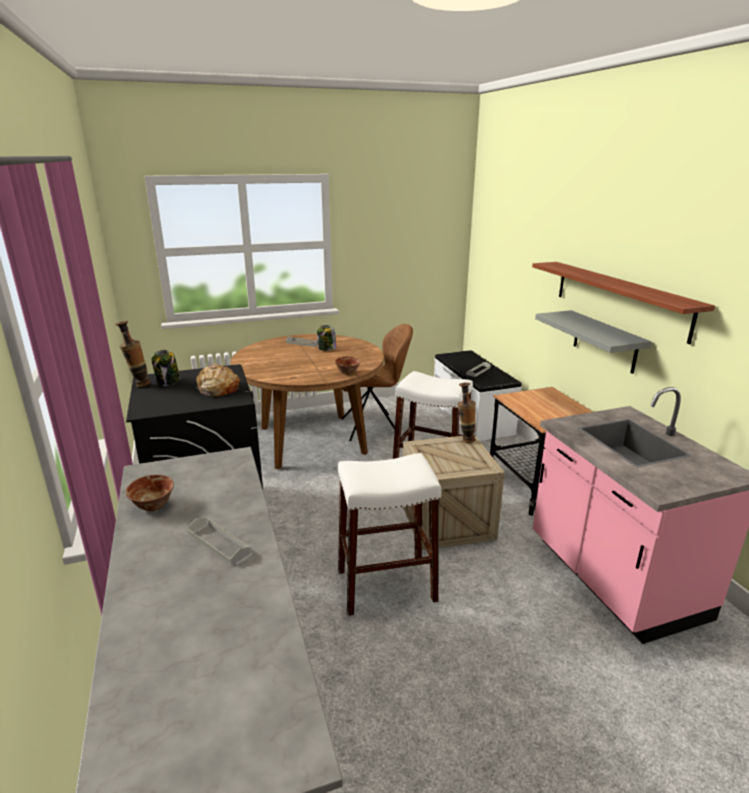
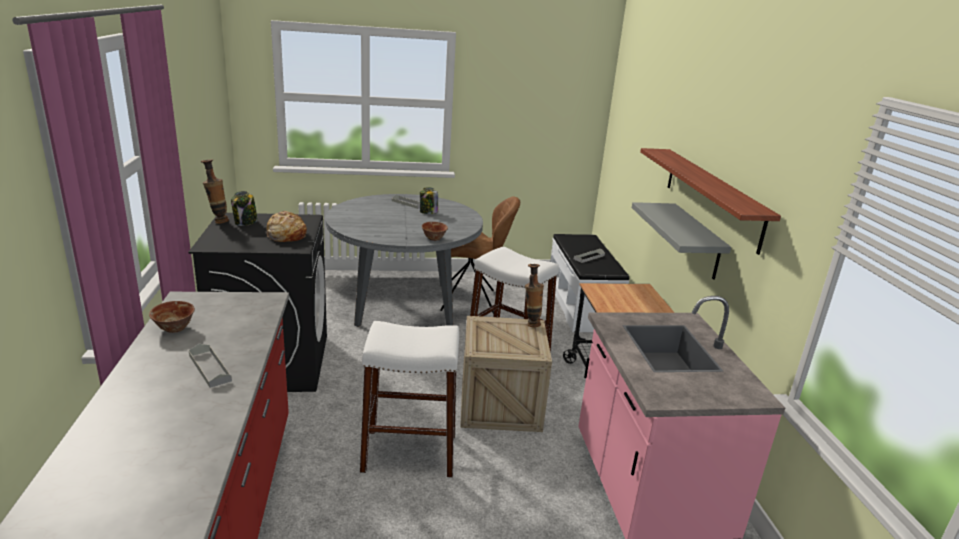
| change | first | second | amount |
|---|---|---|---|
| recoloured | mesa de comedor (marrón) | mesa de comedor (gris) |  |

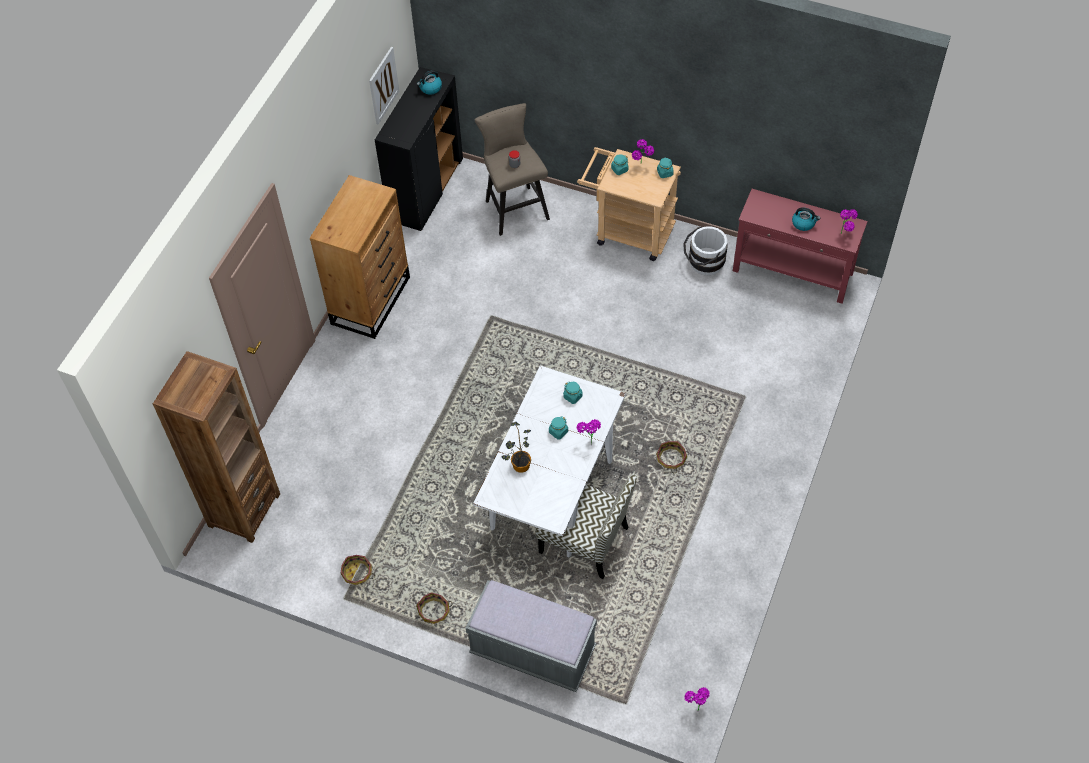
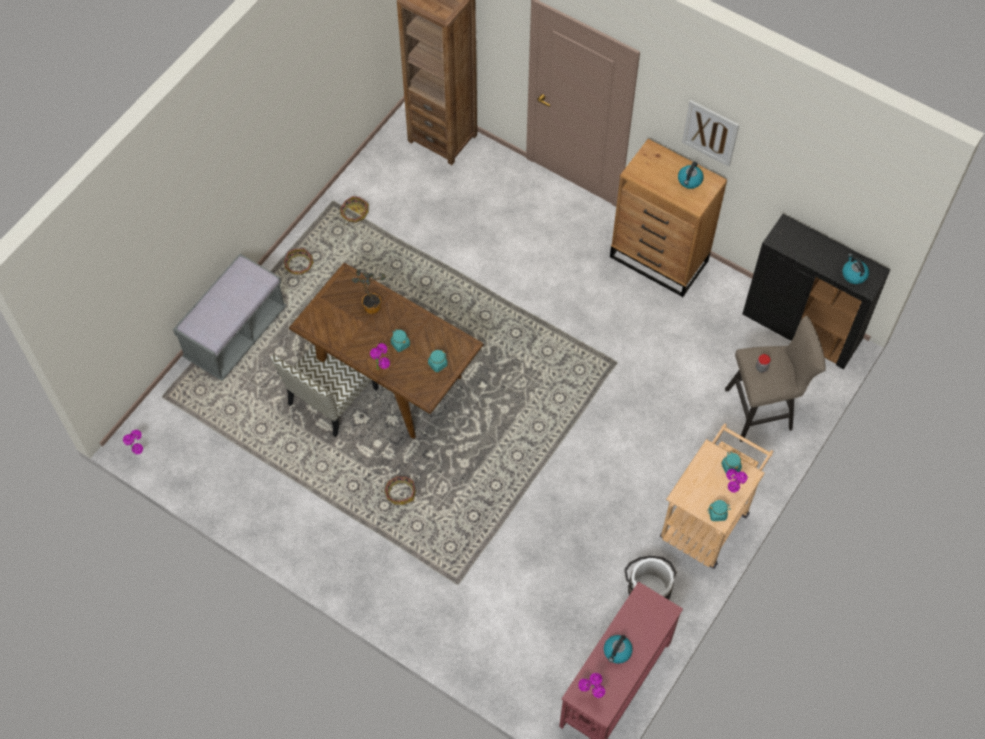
| change | first | second | amount |
|---|---|---|---|
| added |  | hervidor (2nd from left) |  |
| moved | cuadro |  |  |
| recoloured | mesa de comedor (blanco) | mesa de comedor (marrón) |  |

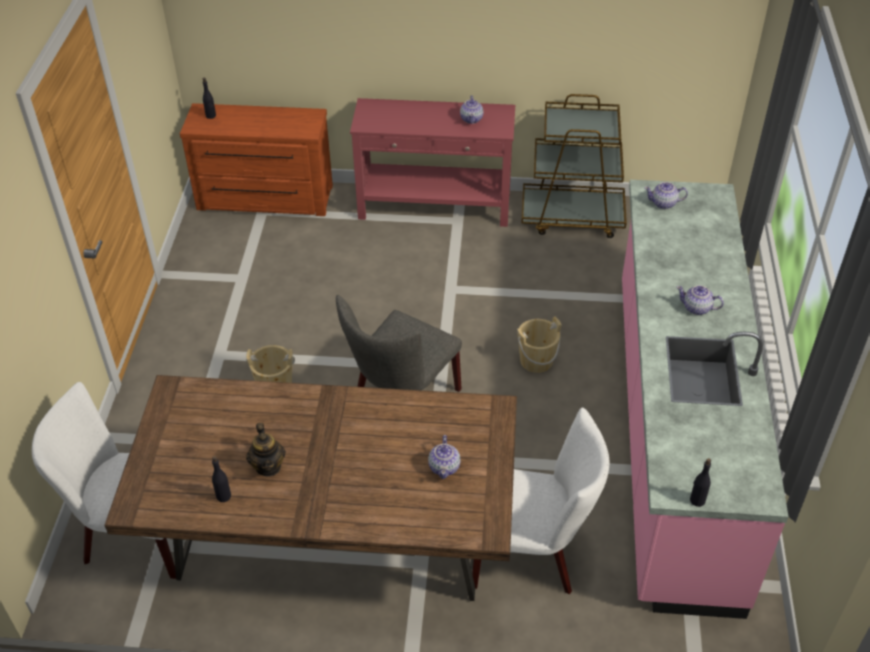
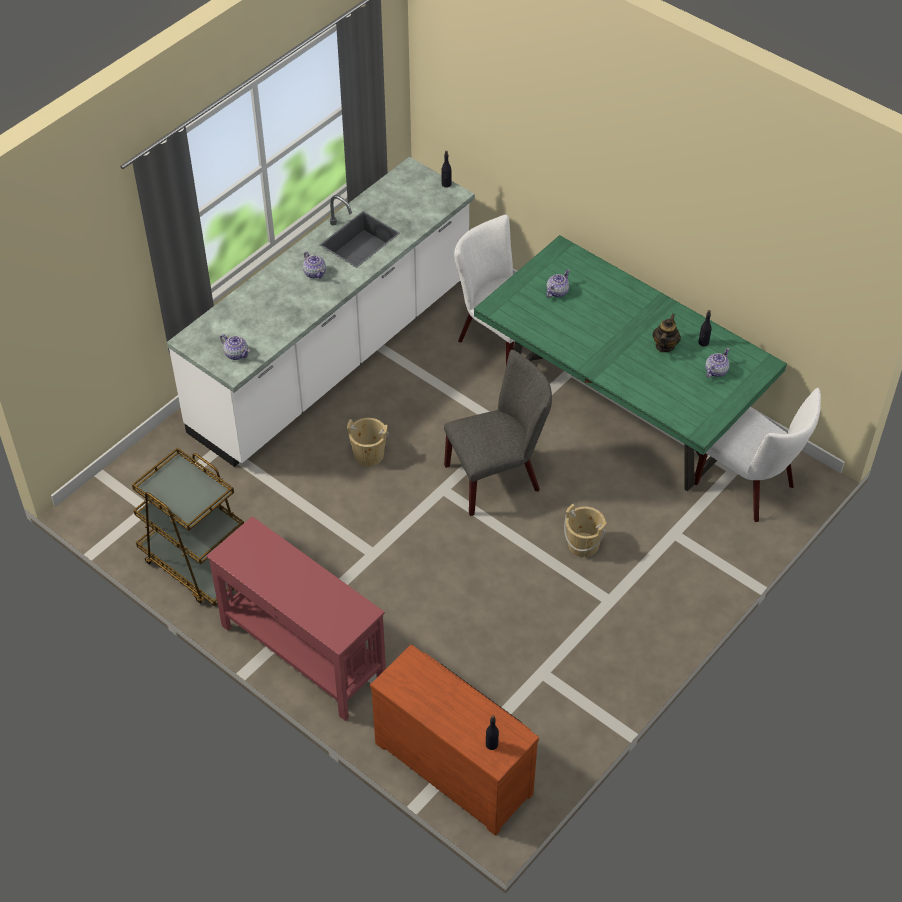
| change | first | second | amount |
|---|---|---|---|
| moved | tetera (3rd from left in the first image) | tetera (5th from left) |  |
| recoloured | mesa de comedor (marrón) | mesa de comedor (verde) |  |
| recoloured | mueble bajo de cocina (rosa) | mueble bajo de cocina (blanco) |  |

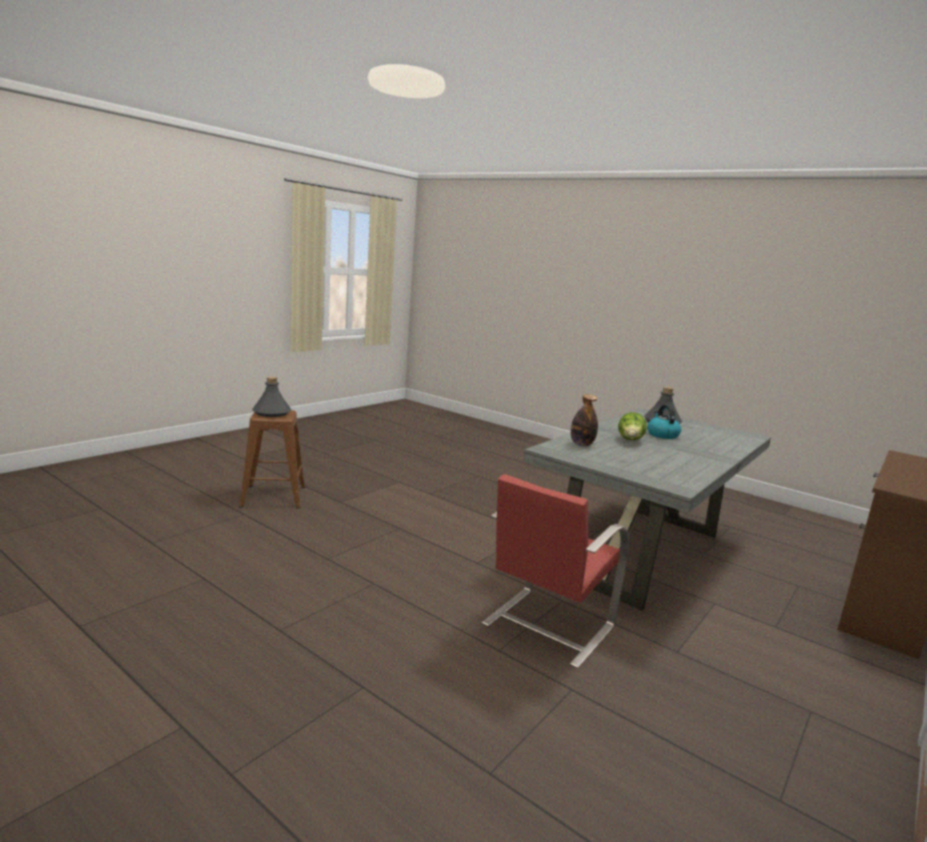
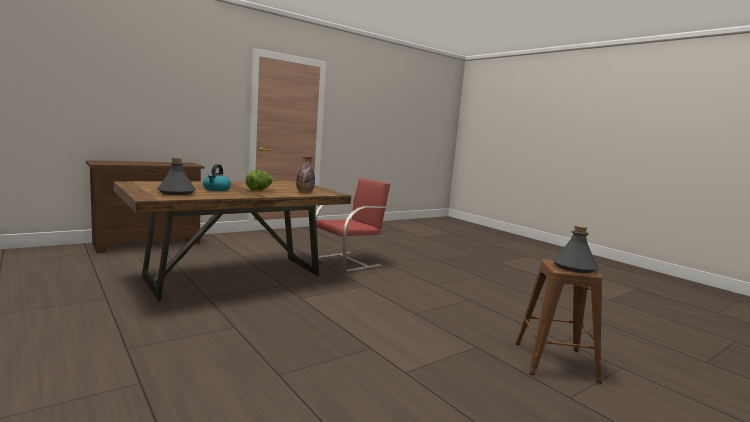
| change | first | second | amount |
|---|---|---|---|
| recoloured | mesa de comedor (gris) | mesa de comedor (marrón) |  |

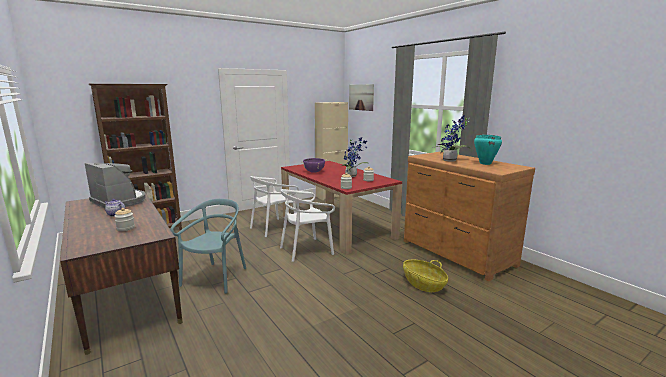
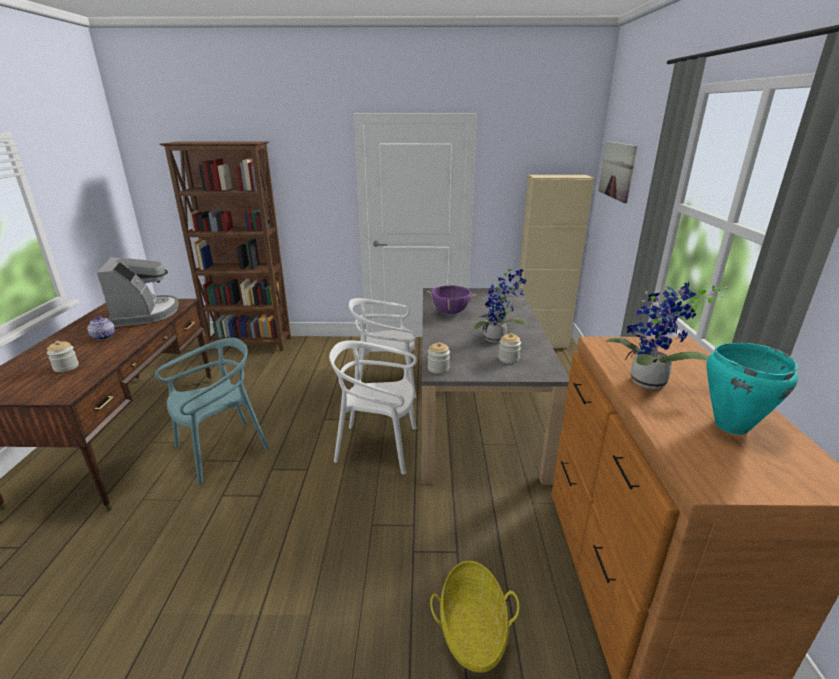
| change | first | second | amount |
|---|---|---|---|
| recoloured | mesa de comedor (rojo) | mesa de comedor (gris) |  |

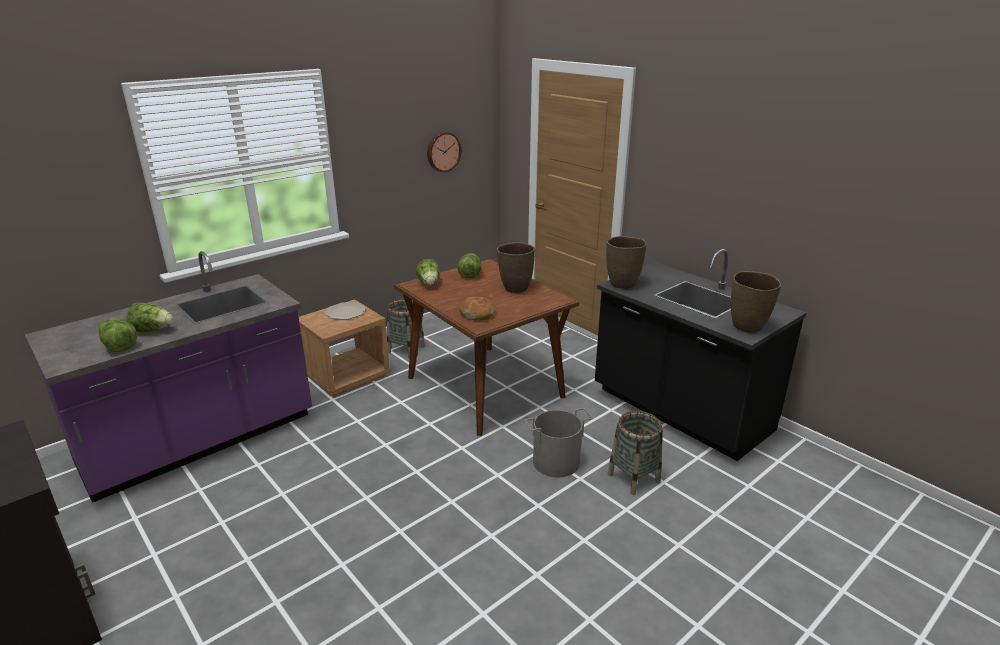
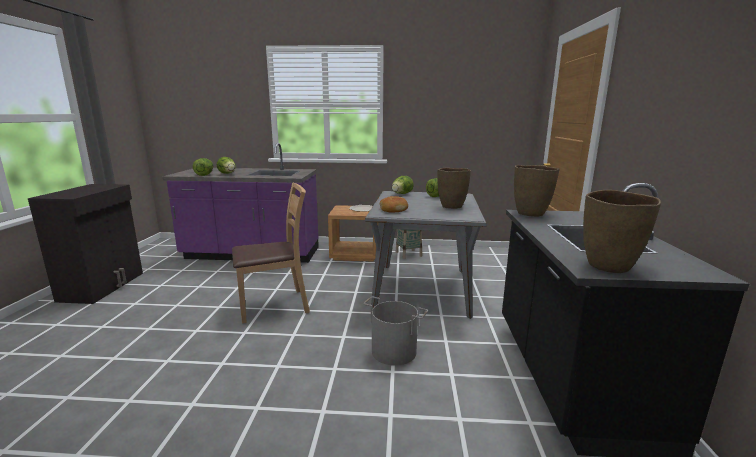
| change | first | second | amount |
|---|---|---|---|
| removed | reloj de pared |  |  |
| removed | cesta (2nd from left) |  |  |
| added |  | silla (marrón) |  |
| recoloured | mesa de comedor (marrón) | mesa de comedor (gris) |  |

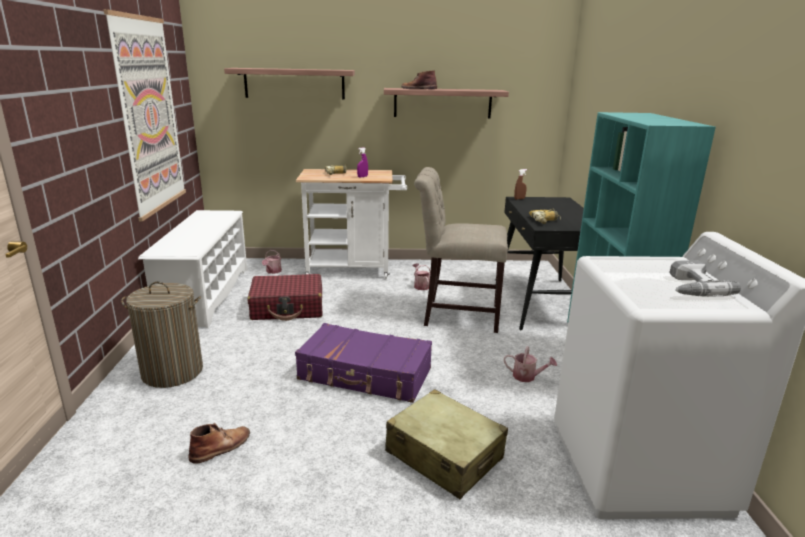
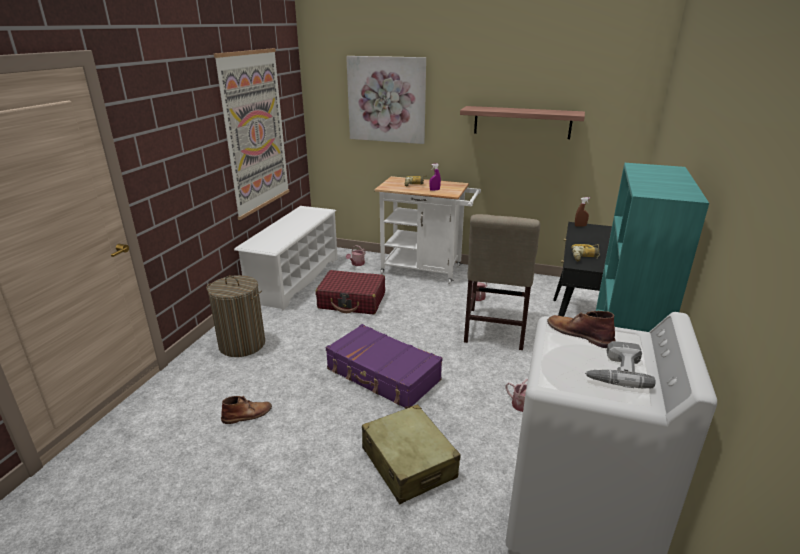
| change | first | second | amount |
|---|---|---|---|
| moved | bota (marrón) (2nd from left) |  |  |
| replaced | estante (1st from left) | cuadro (2nd from left) |  |
| turned | silla (beis) |  | 105 degrees counterclockwise |

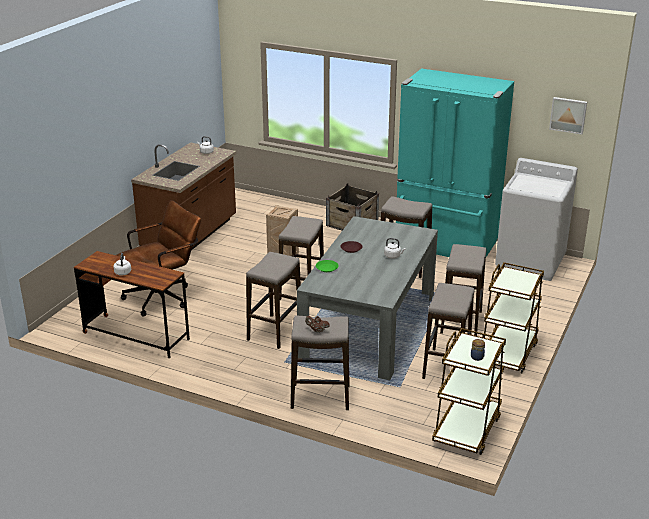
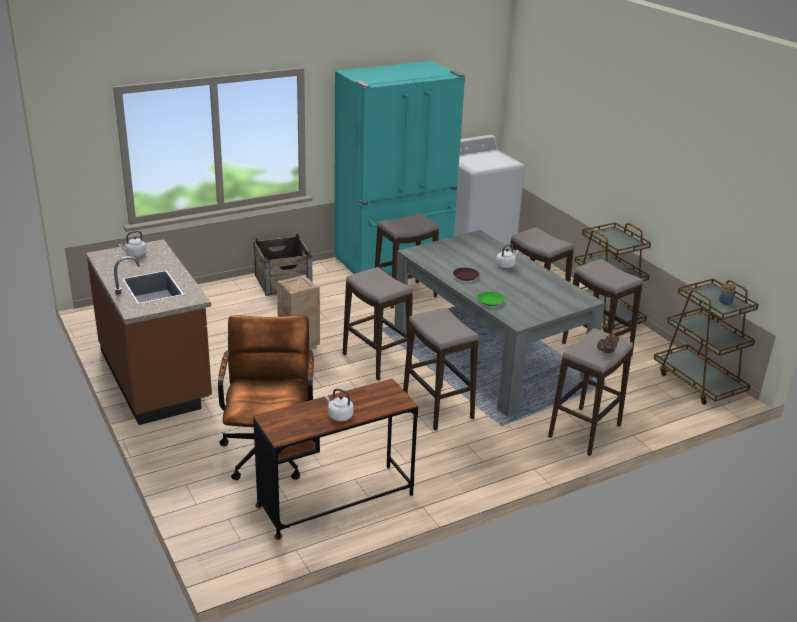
| change | first | second | amount |
|---|---|---|---|
| removed | cuadro |  |  |

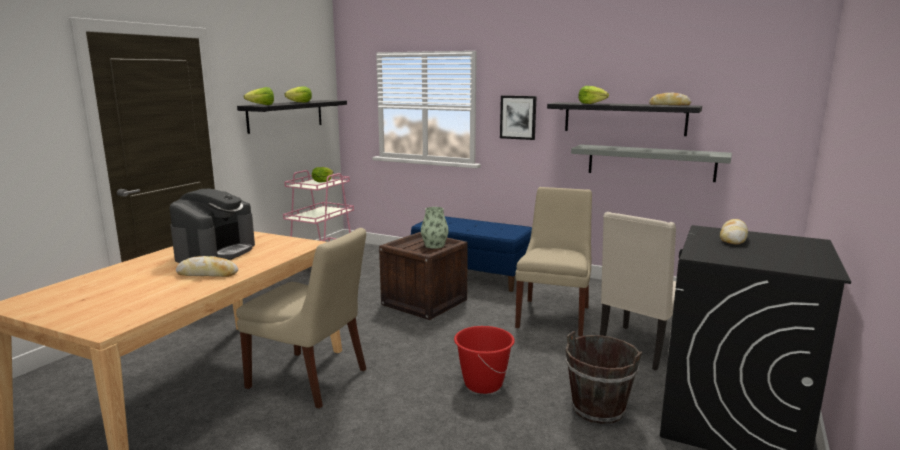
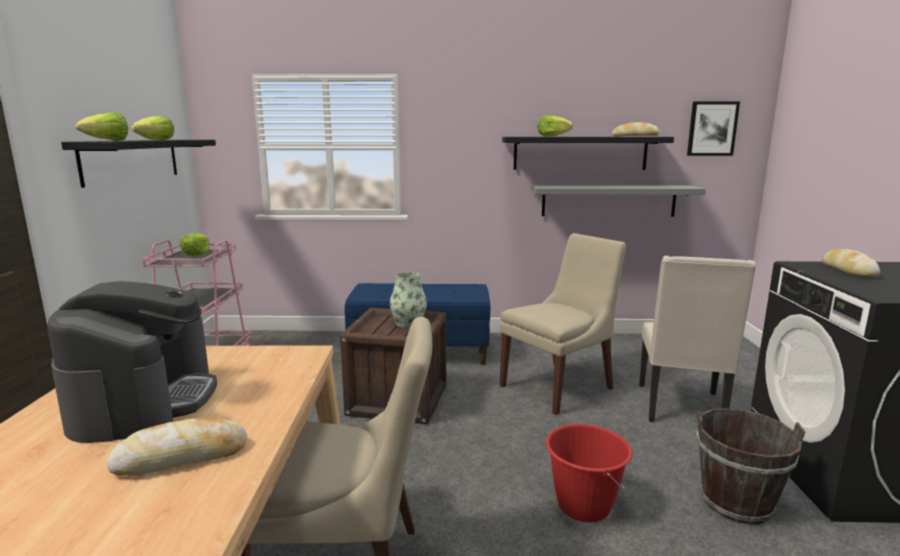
| change | first | second | amount |
|---|---|---|---|
| moved | cuadro |  |  |
| turned | silla (beis) (2nd from left) |  | 60 degrees clockwise |

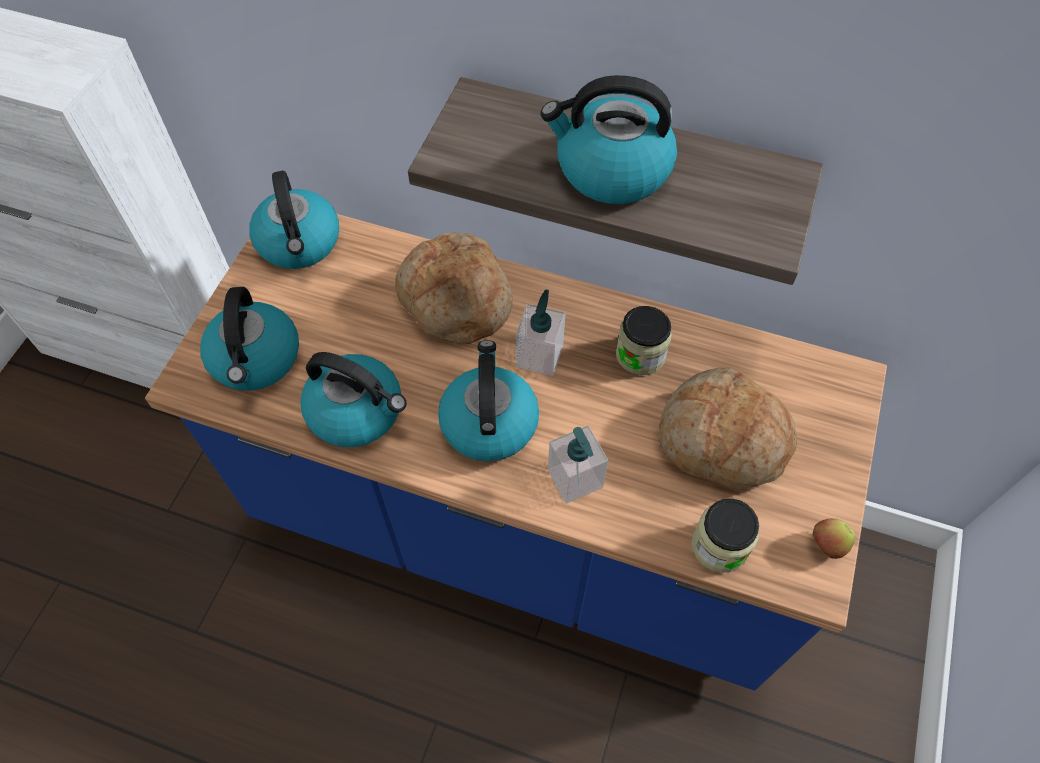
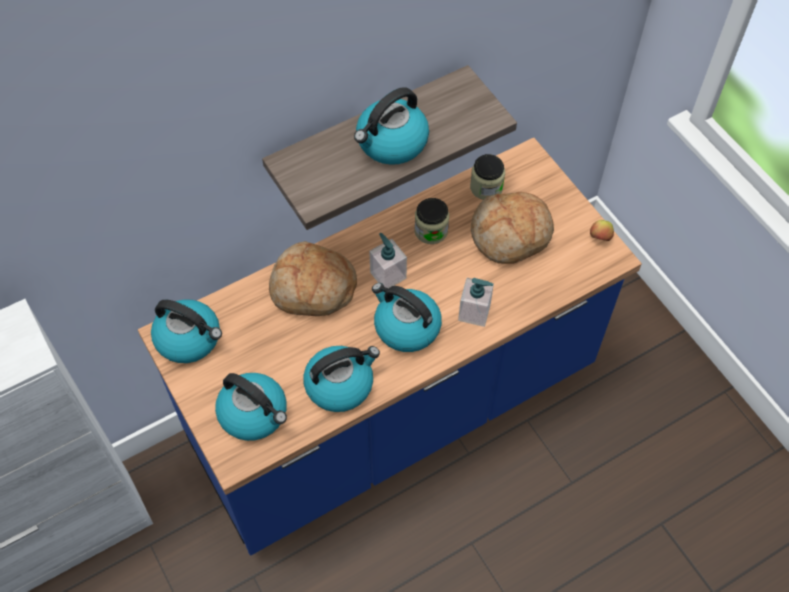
| change | first | second | amount |
|---|---|---|---|
| moved | tarro (2nd from left) |  |  |

